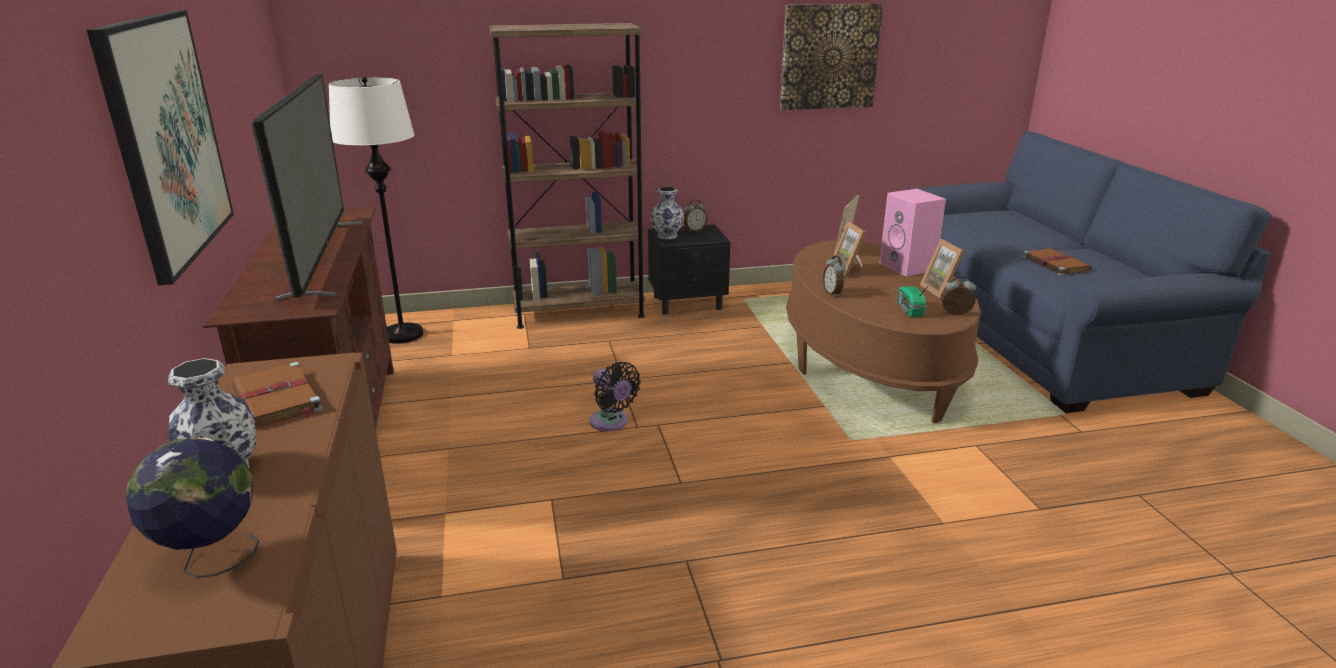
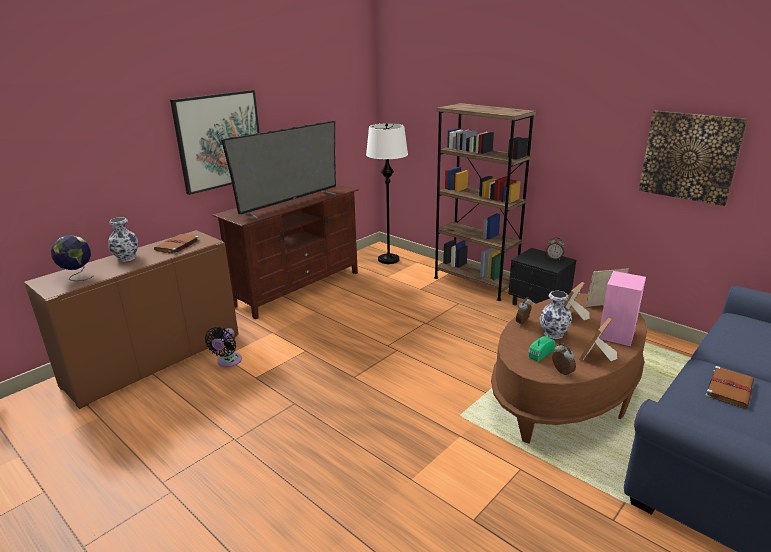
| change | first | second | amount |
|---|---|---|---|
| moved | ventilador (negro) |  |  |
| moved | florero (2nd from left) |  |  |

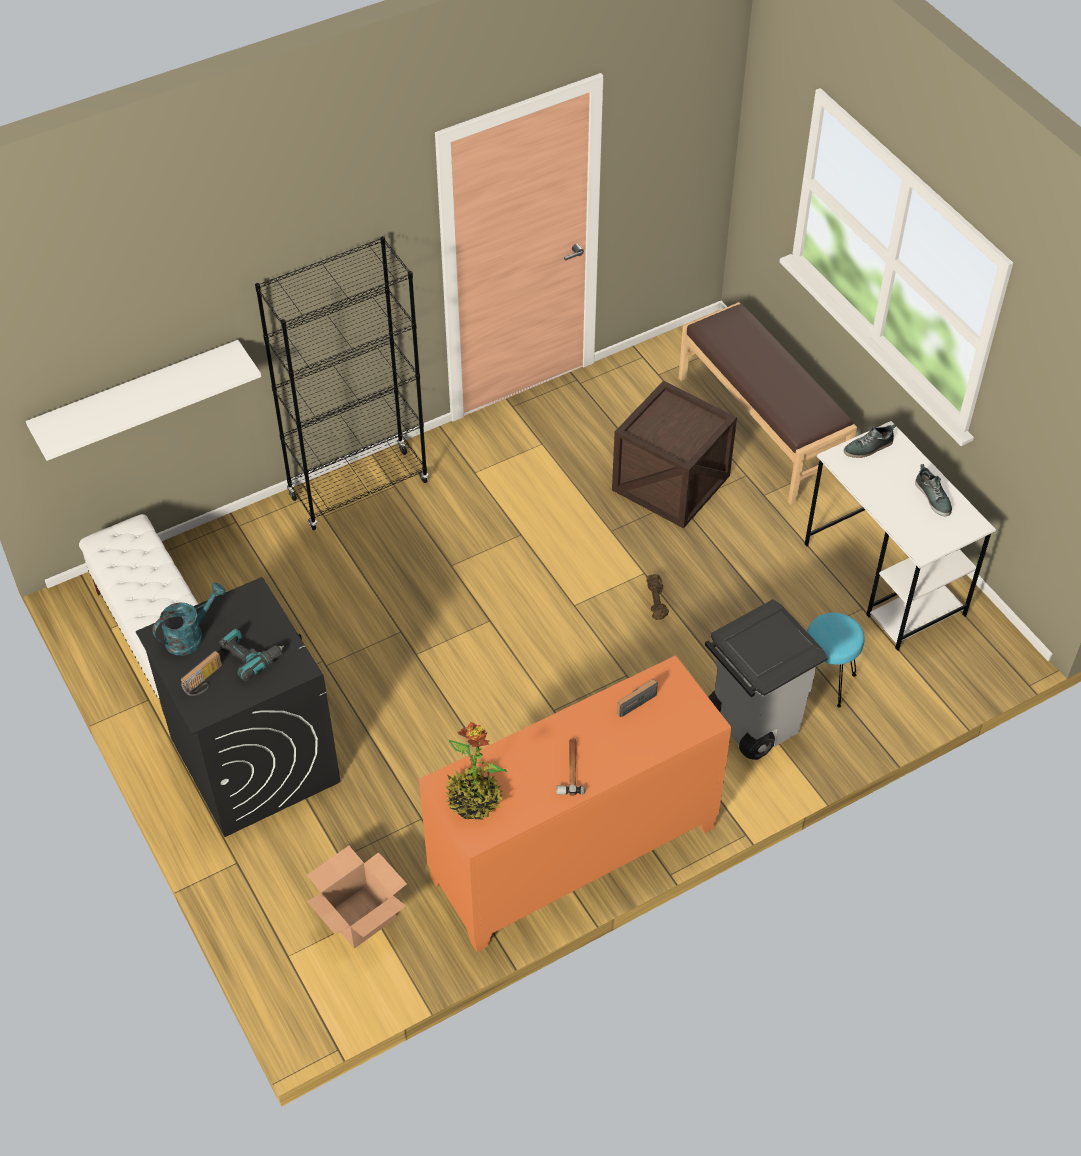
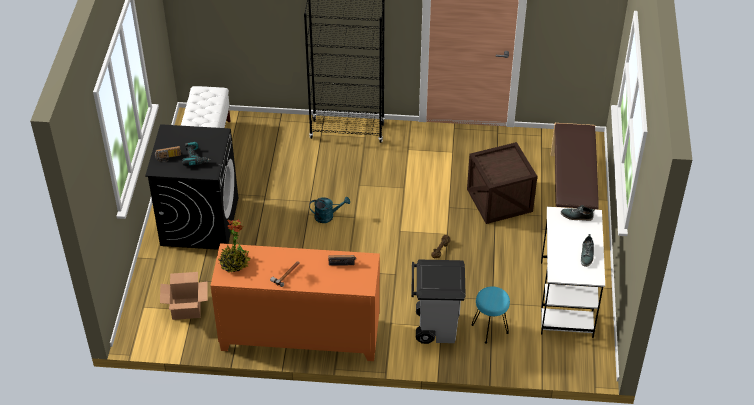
| change | first | second | amount |
|---|---|---|---|
| removed | estante (blanco) |  |  |
| moved | regadera (turquesa) |  |  |

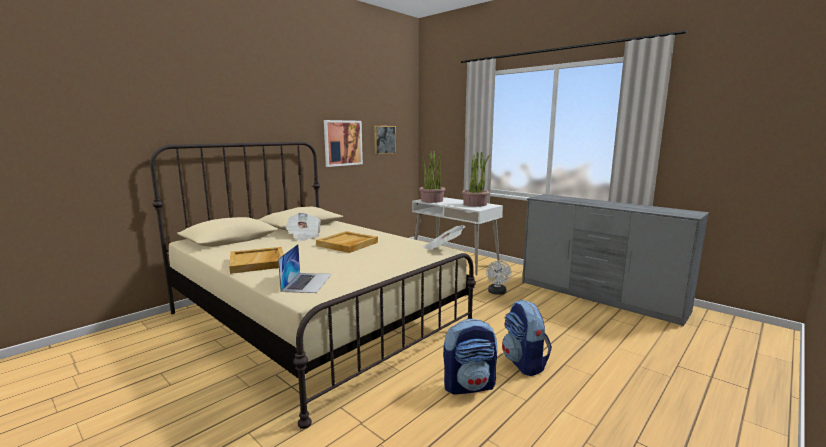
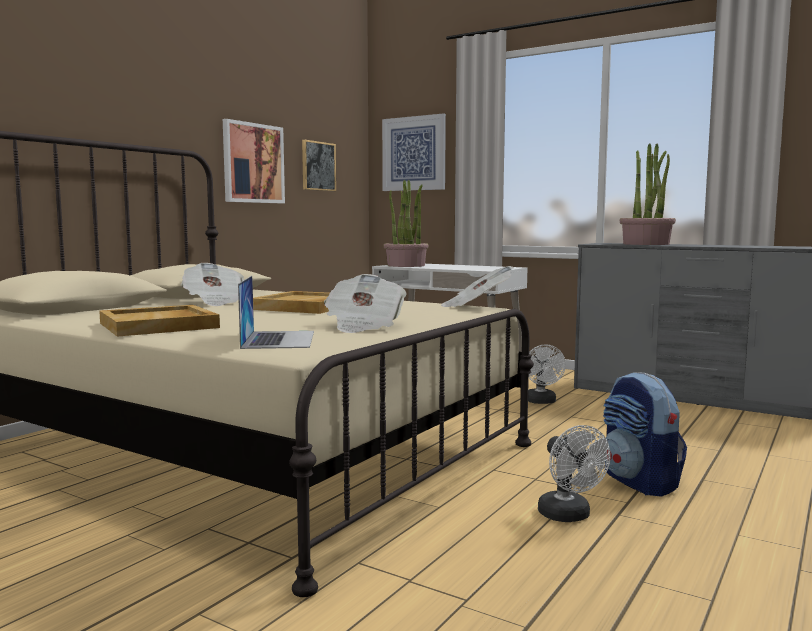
| change | first | second | amount |
|---|---|---|---|
| added |  | periódico (2nd from left) |  |
| added |  | cuadro (3rd from left) |  |
| moved | planta en maceta (2nd from left) |  |  |
| replaced | mochila (1st from left) | ventilador (blanco) (2nd from left) |  |

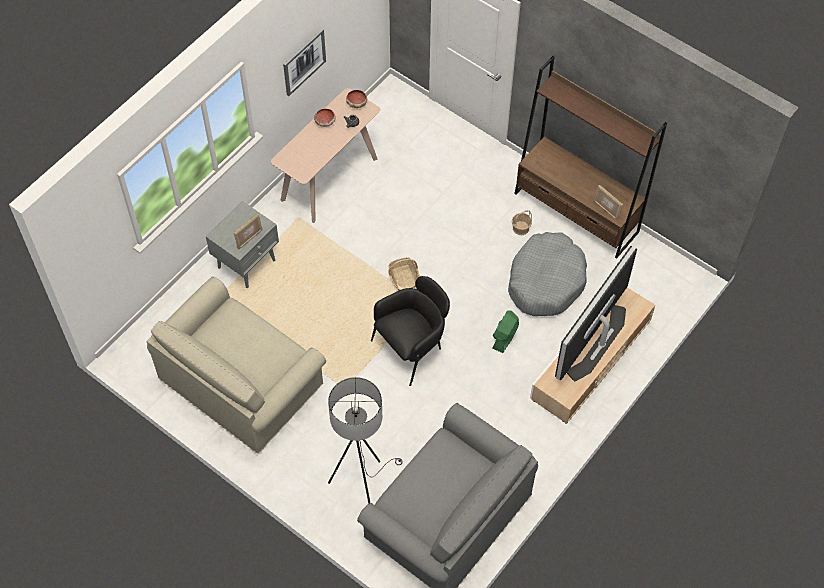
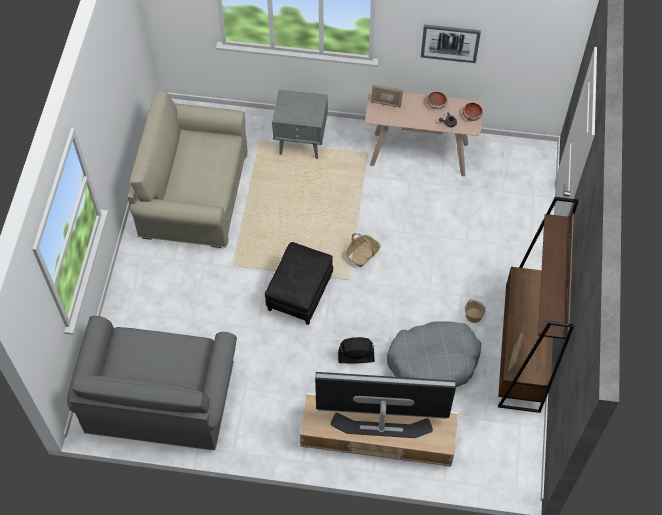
| change | first | second | amount |
|---|---|---|---|
| removed | lámpara de pie (gris) |  |  |
| moved | portarretratos (1st from left) |  |  |
| replaced | sillón (negro) | puf (negro) |  |
| recoloured | ventilador (verde) | ventilador (negro) |  |

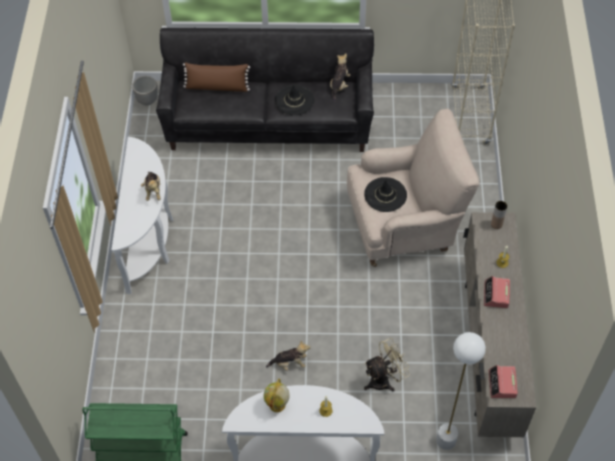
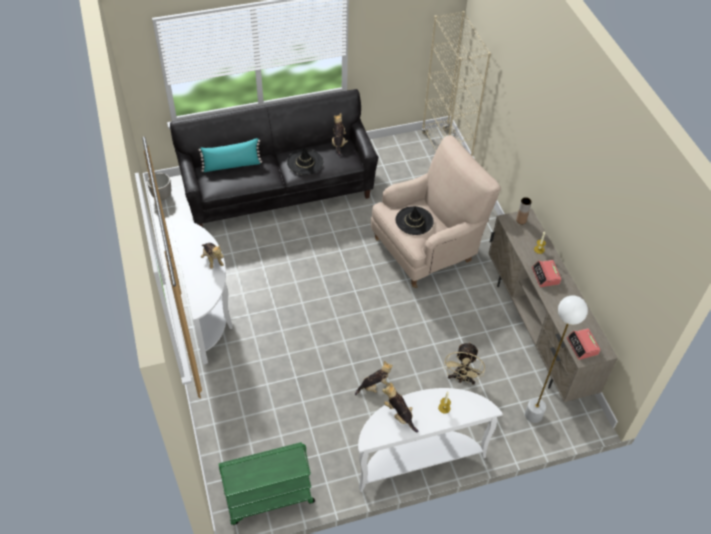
| change | first | second | amount |
|---|---|---|---|
| replaced | globo terráqueo | peluche (4th from left) |  |
| recoloured | cojín (marrón) | cojín (turquesa) |  |
| turned | ventilador (beis) |  | 150 degrees clockwise |

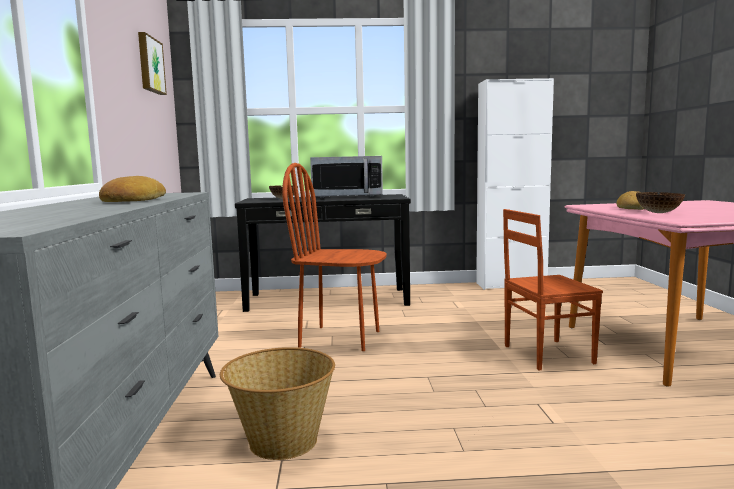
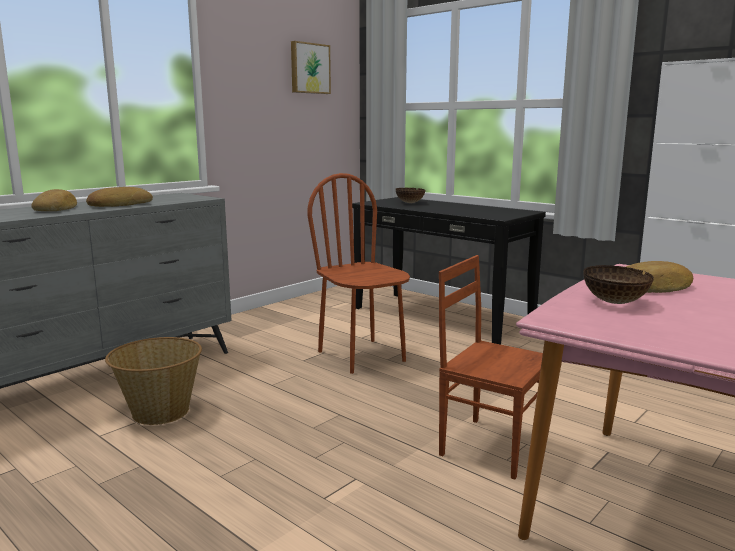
| change | first | second | amount |
|---|---|---|---|
| removed | microondas |  |  |
| added |  | pan (1st from left) |  |

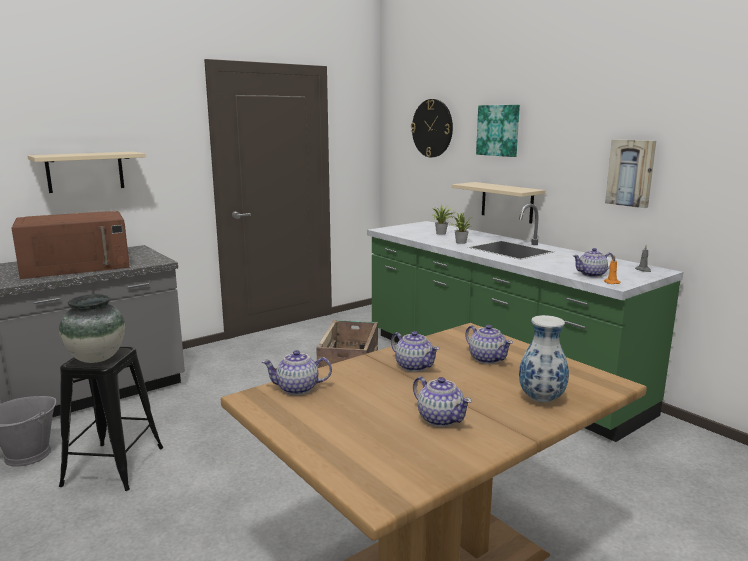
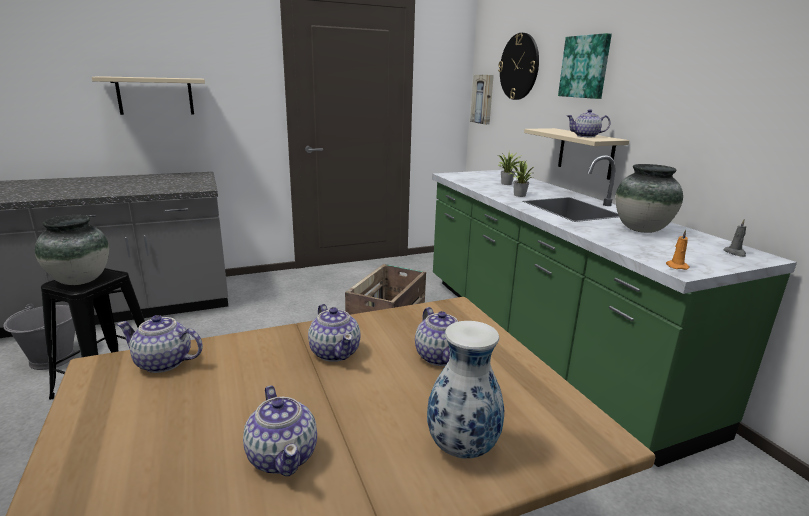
| change | first | second | amount |
|---|---|---|---|
| removed | microondas (marrón) |  |  |
| added |  | florero (3rd from left) |  |
| moved | tetera (5th from left) |  |  |
| moved | cuadro (2nd from left in the first image) | cuadro (1st from left) |  |

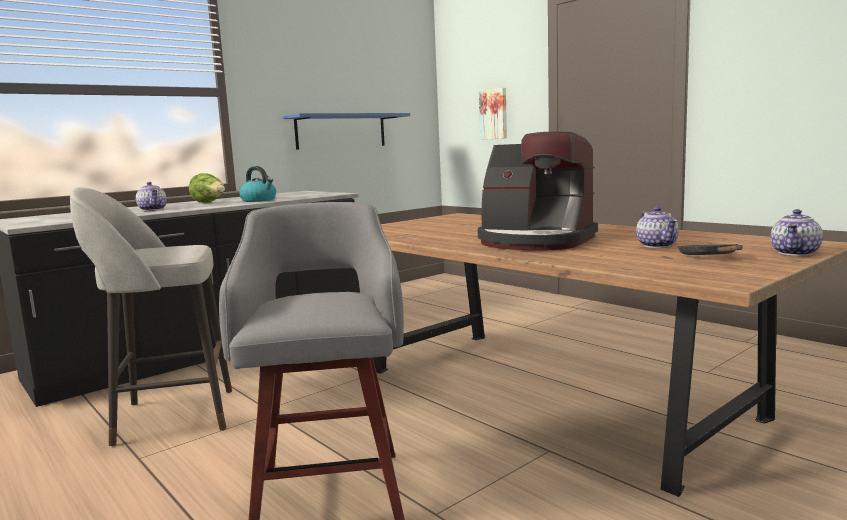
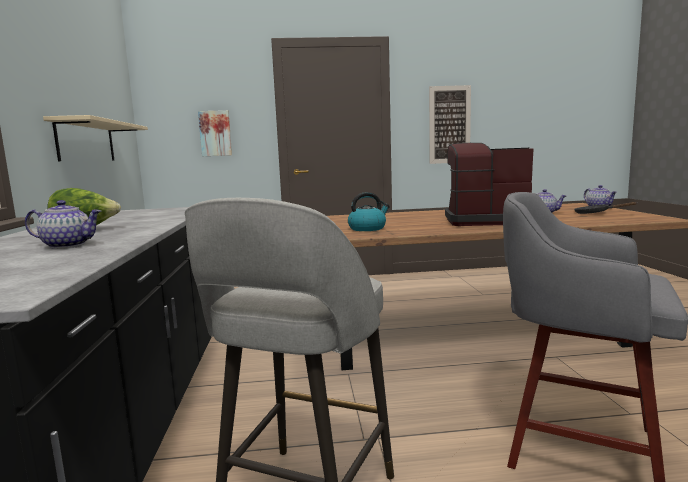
| change | first | second | amount |
|---|---|---|---|
| added |  | cuadro (2nd from left) |  |
| moved | hervidor |  |  |
| recoloured | estante (azul) | estante (beis) |  |
| turned | cafetera |  | 150 degrees counterclockwise |

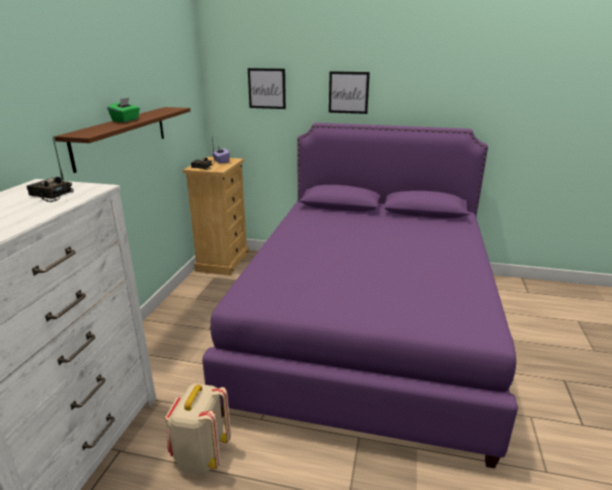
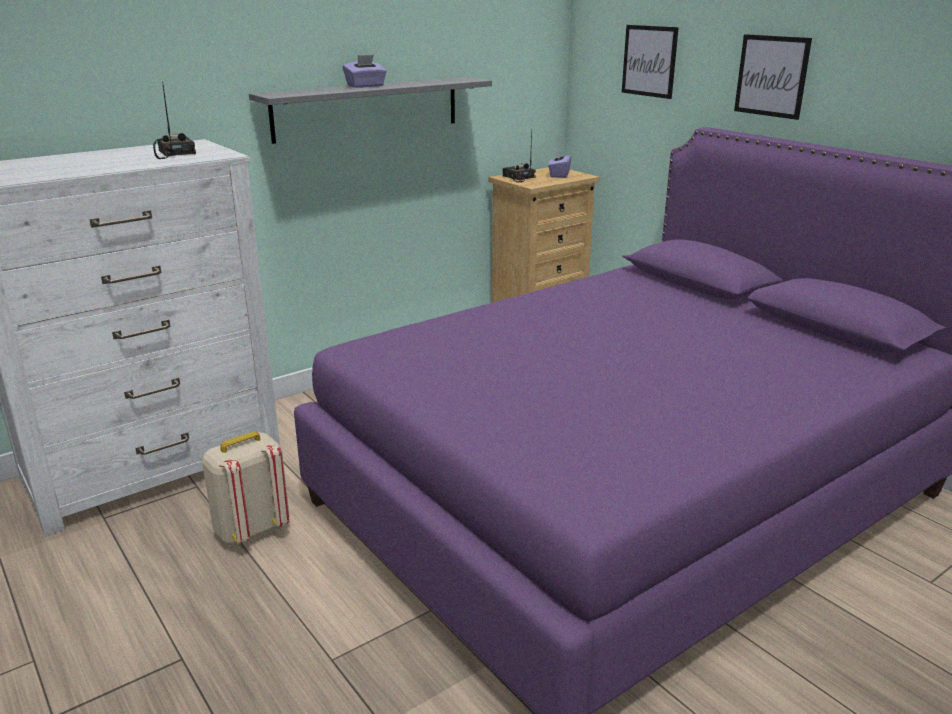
| change | first | second | amount |
|---|---|---|---|
| recoloured | estante (marrón) | estante (gris) |  |
| recoloured | caja de pañuelos (verde) | caja de pañuelos (morado) (1st from left) |  |

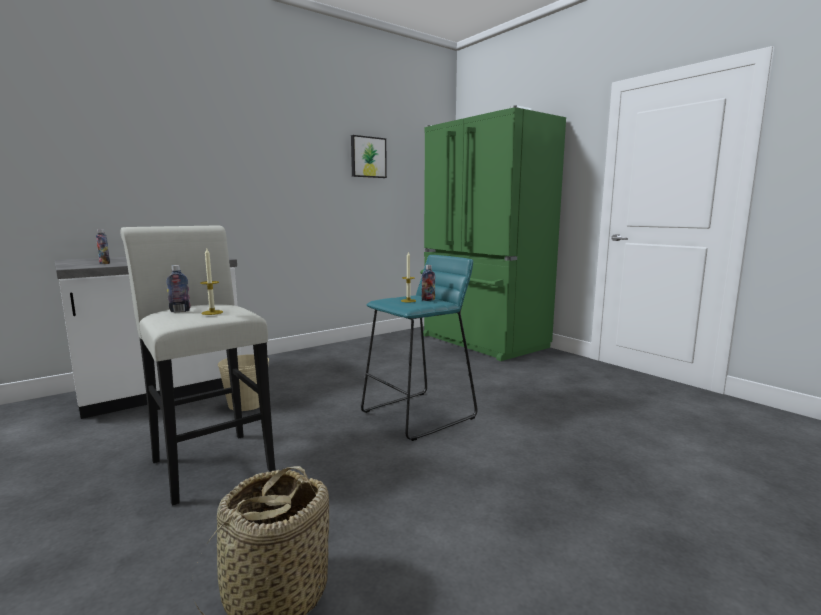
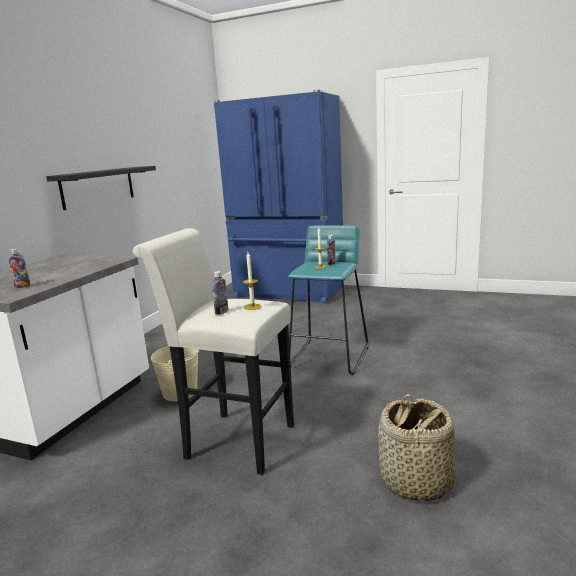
| change | first | second | amount |
|---|---|---|---|
| removed | cuadro |  |  |
| added |  | estante (negro) |  |
| recoloured | nevera (verde) | nevera (azul) |  |

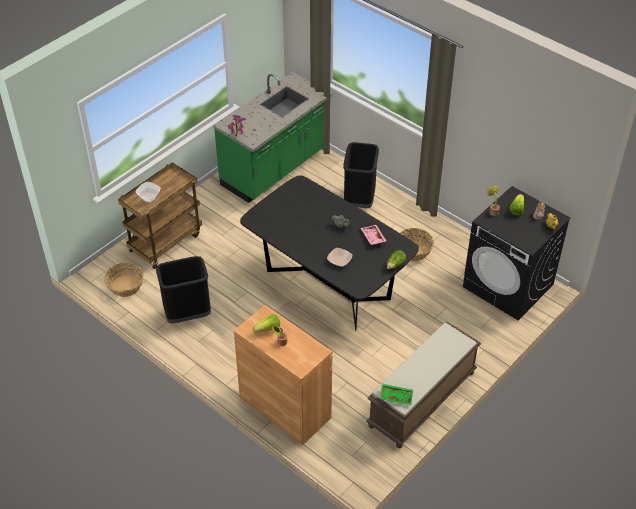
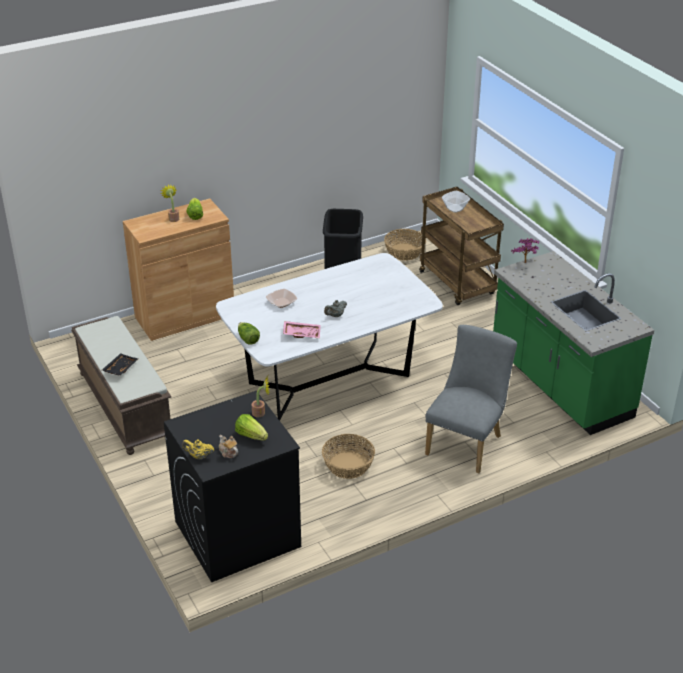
| change | first | second | amount |
|---|---|---|---|
| removed | bandeja (verde) |  |  |
| added |  | bandeja (negro) |  |
| replaced | papelera (negro) (2nd from left) | silla (gris) |  |
| recoloured | mesa de comedor (negro) | mesa de comedor (blanco) |  |

